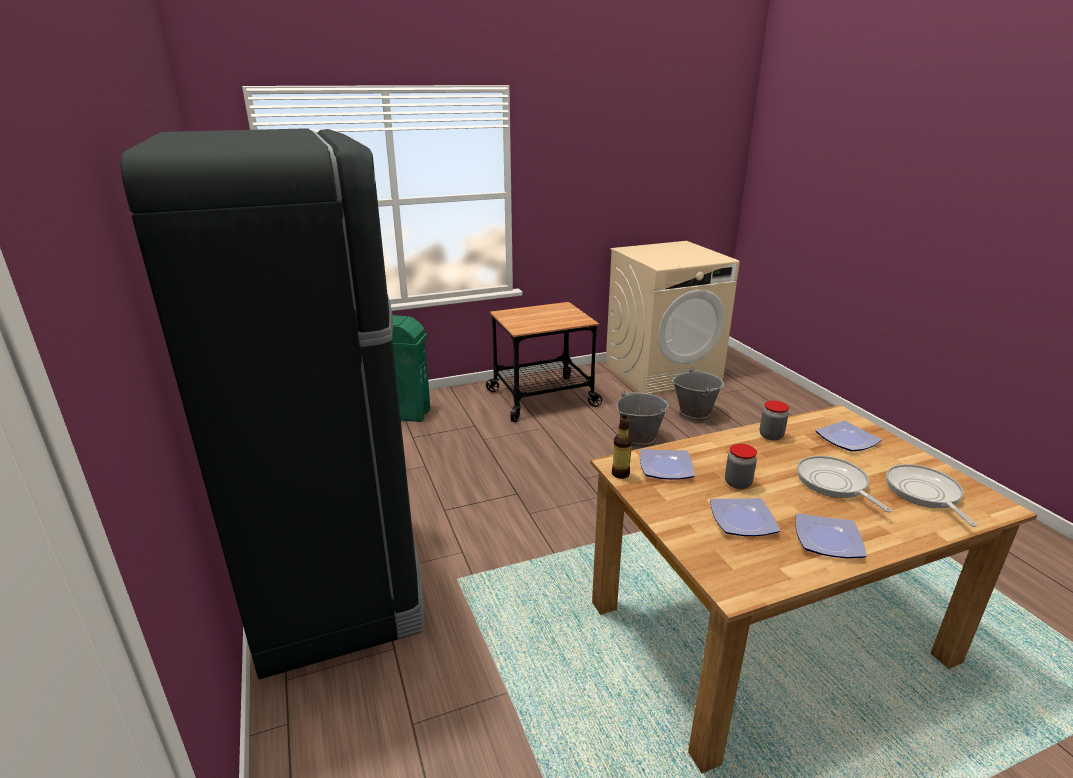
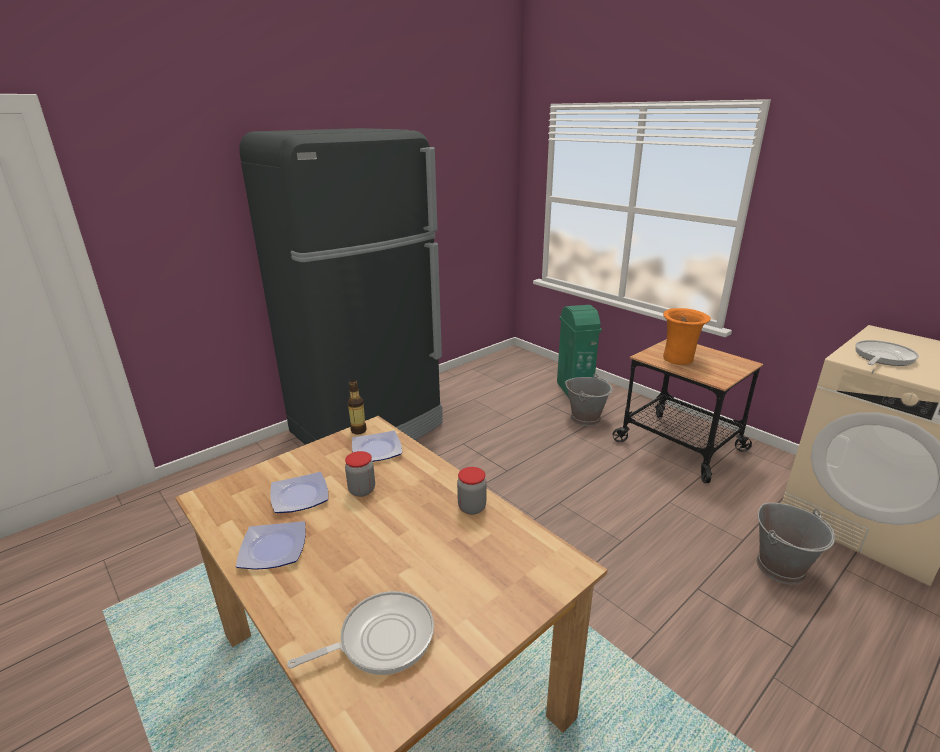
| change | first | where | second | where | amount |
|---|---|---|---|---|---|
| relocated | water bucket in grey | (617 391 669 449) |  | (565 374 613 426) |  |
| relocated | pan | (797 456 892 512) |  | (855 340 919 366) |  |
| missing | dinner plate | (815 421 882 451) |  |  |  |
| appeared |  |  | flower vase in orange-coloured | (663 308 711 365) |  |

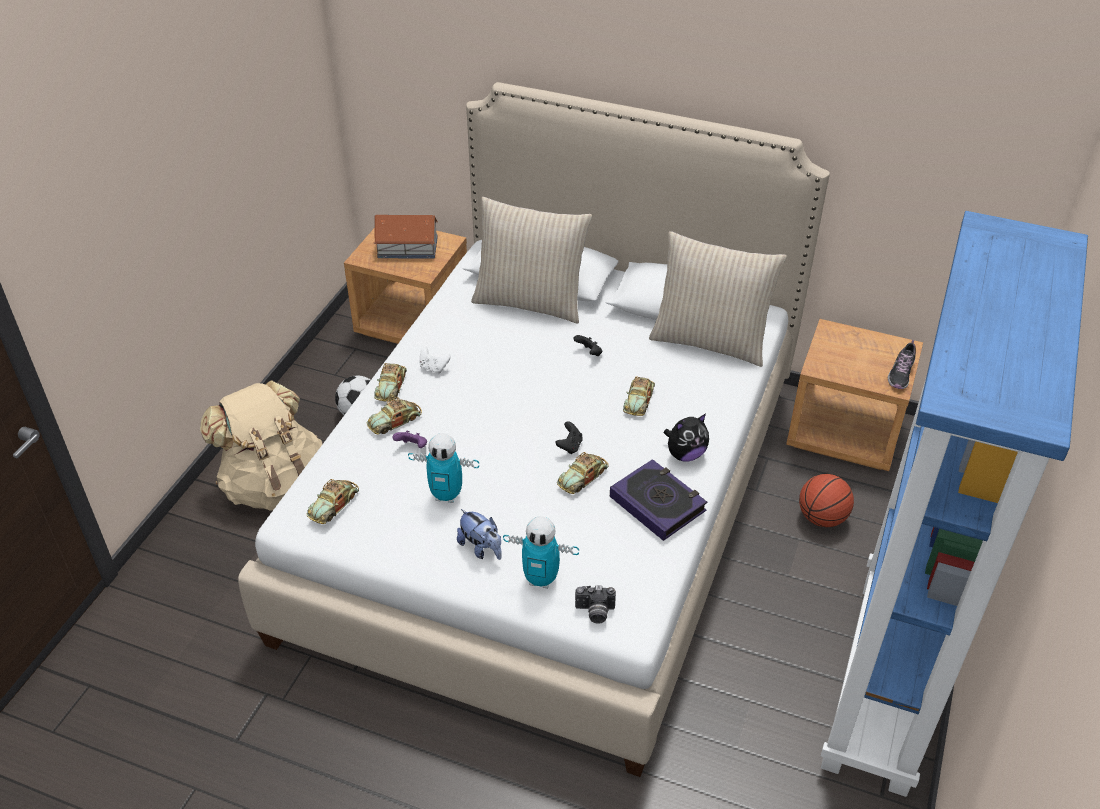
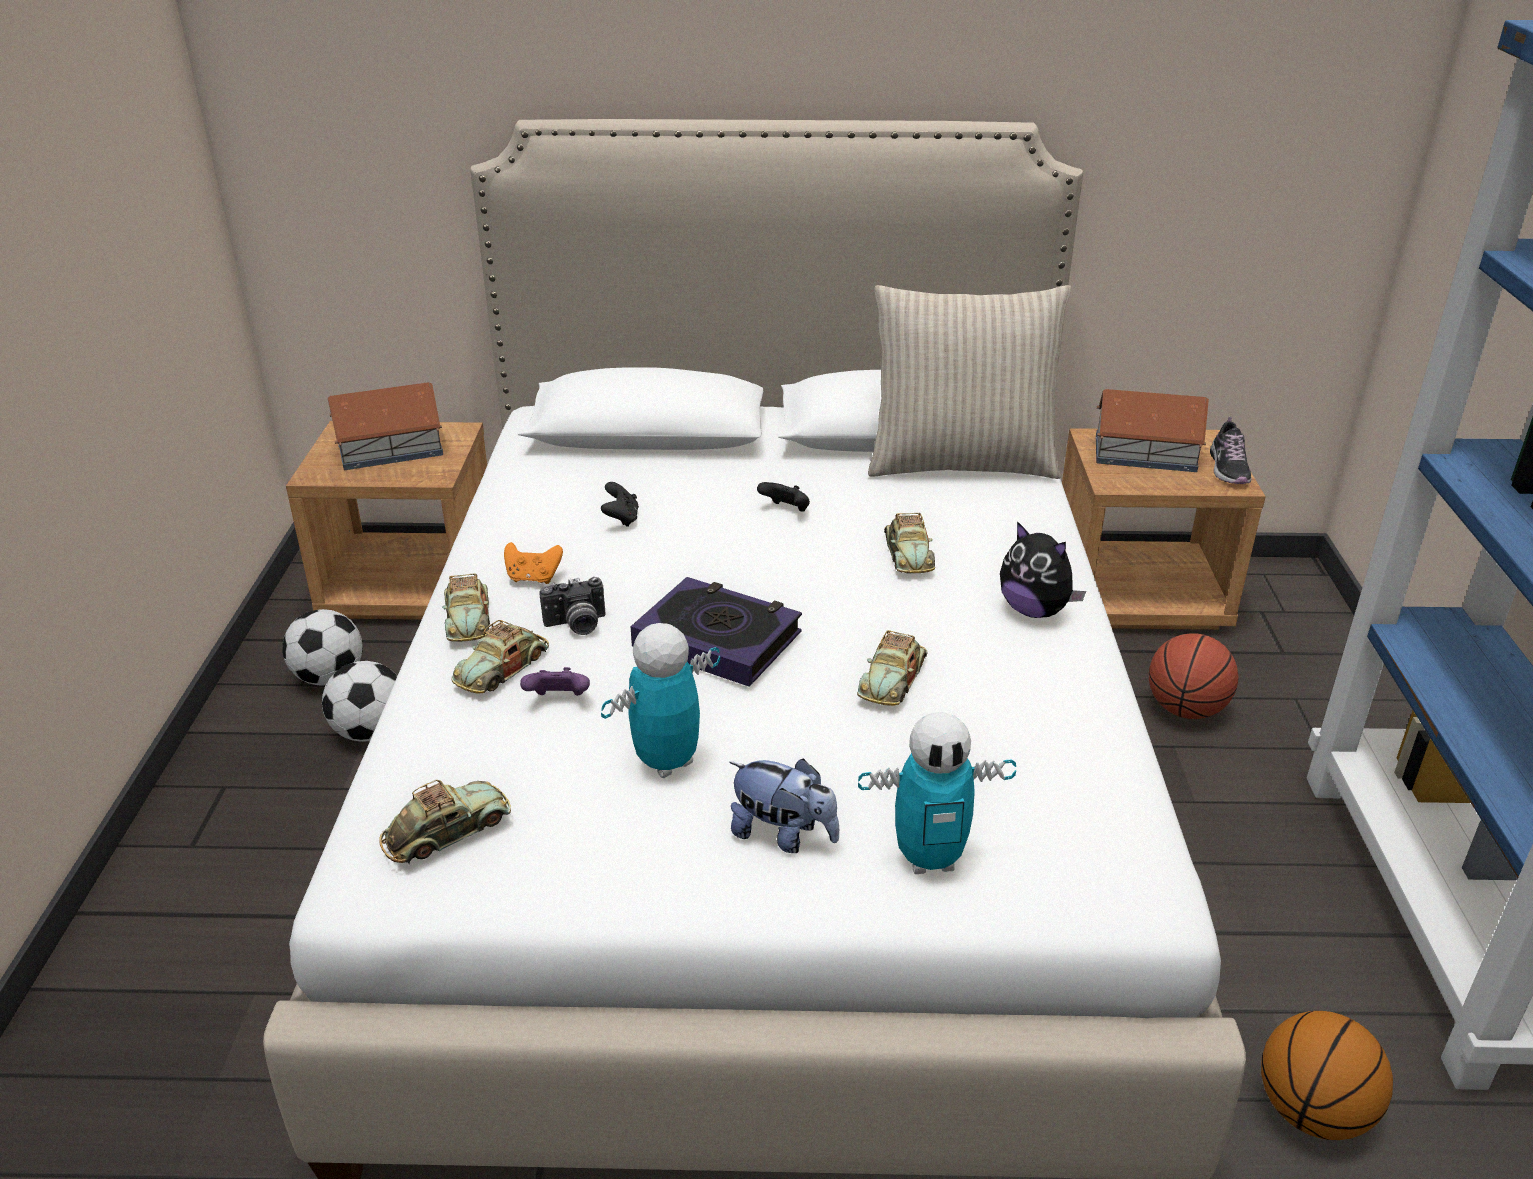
| change | first | where | second | where | amount |
|---|---|---|---|---|---|
| missing | backpack in beige | (200 380 322 511) |  |  |  |
| spun | toy car | (307 479 359 524) |  | (379 780 511 864) | 135 degrees counterclockwise |
| spun | model robot | (408 433 479 503) |  | (601 623 720 778) | 150 degrees clockwise |
| colour | joypad in white-coloured | (420 347 450 374) | joypad in orange-coloured | (504 542 563 584) |  |
| missing | cushion in beige | (471 197 592 324) |  |  |  |
| relocated | joypad in blackish | (555 421 583 454) |  | (601 482 639 527) |  |
| relocated | photo camera | (575 585 616 624) |  | (540 577 606 635) |  |
| relocated | volume | (610 459 707 541) |  | (630 577 802 687) |  |
| spun | plush toy | (664 414 709 462) |  | (1000 521 1086 618) | 90 degrees clockwise |
| appeared |  |  | ball for football | (282 609 363 686) |  |
| appeared |  |  | toy house | (1096 389 1209 472) |  |
| appeared |  |  | basketball | (1261 1011 1393 1140) |  |

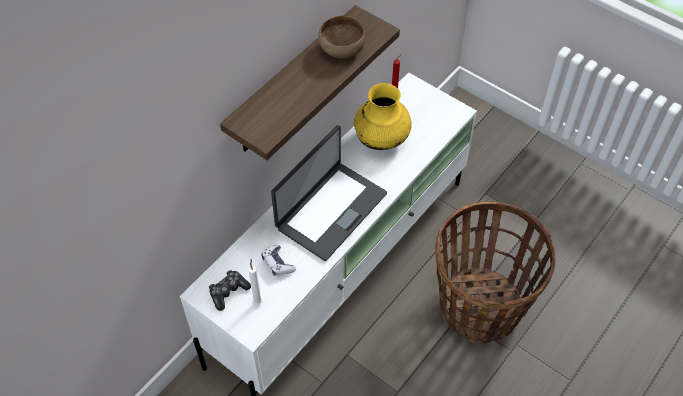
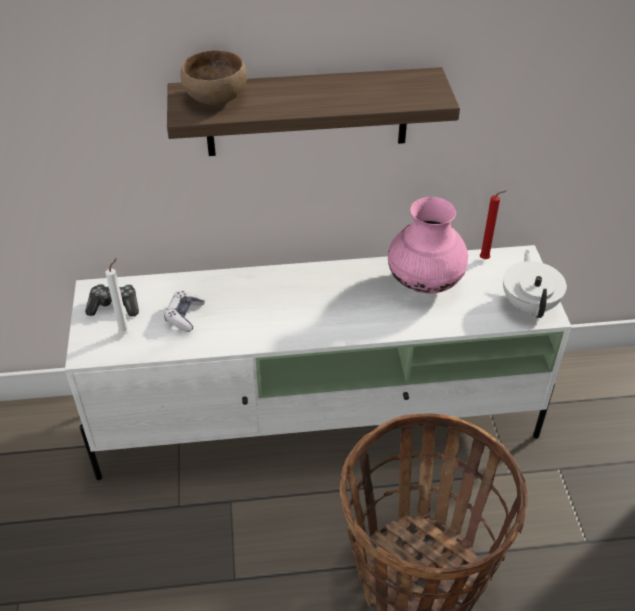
| change | first | where | second | where | amount |
|---|---|---|---|---|---|
| missing | portable computer | (271 125 387 261) |  |  |  |
| relocated | deep dish in brownish | (318 16 366 59) |  | (181 50 247 105) |  |
| colour | flower vase in yellow | (354 83 412 150) | flower vase in pink | (388 197 468 294) |  |
| appeared |  |  | pot for tea in white-coloured | (503 250 567 318) |  |

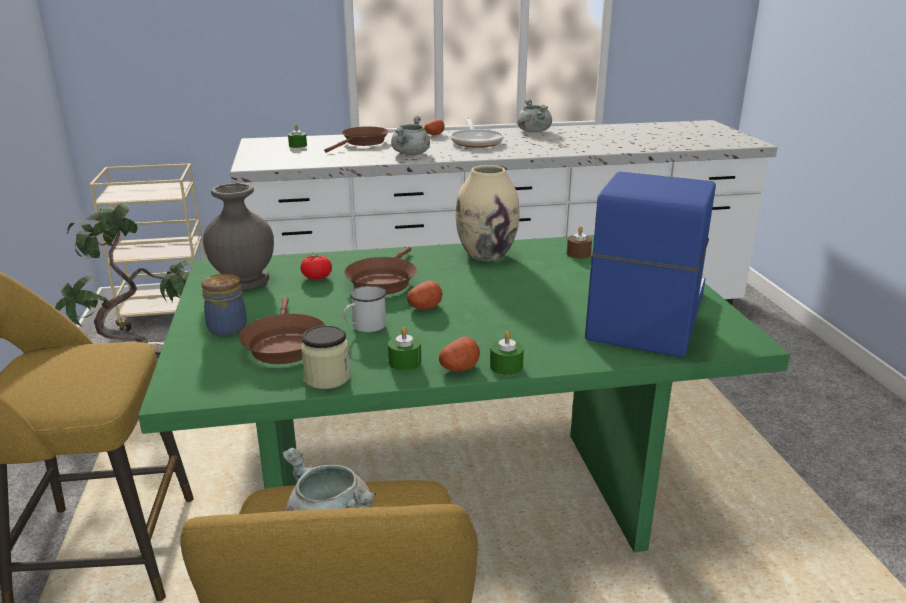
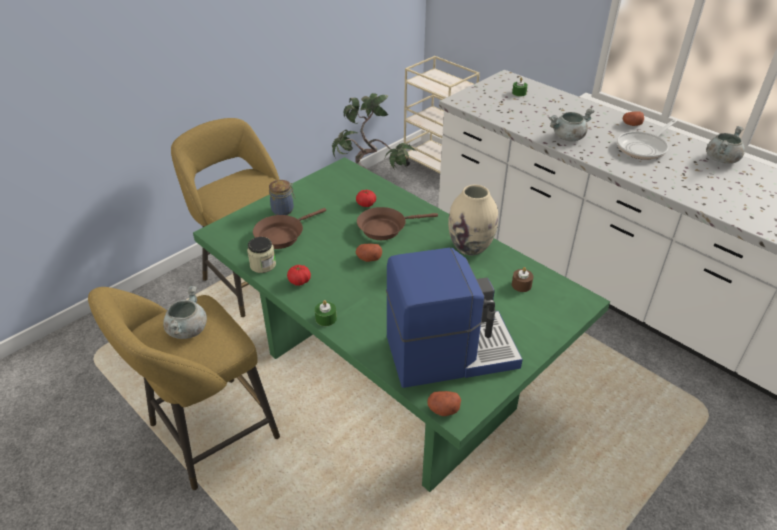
| change | first | where | second | where | amount |
|---|---|---|---|---|---|
| missing | flower vase in grey | (203 183 274 290) |  |  |  |
| missing | pan in brownish | (324 127 389 153) |  |  |  |
| missing | tea mug in white-coloured | (343 286 386 332) |  |  |  |
| exchanged | wax light in green | (388 327 421 370) | fresh tomato | (287 265 311 286) |  |
| relocated | whole potato | (439 337 480 371) |  | (427 391 461 416) |  |

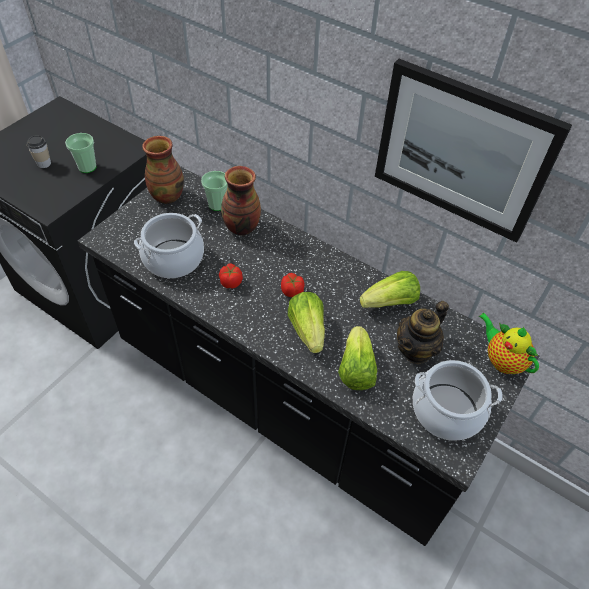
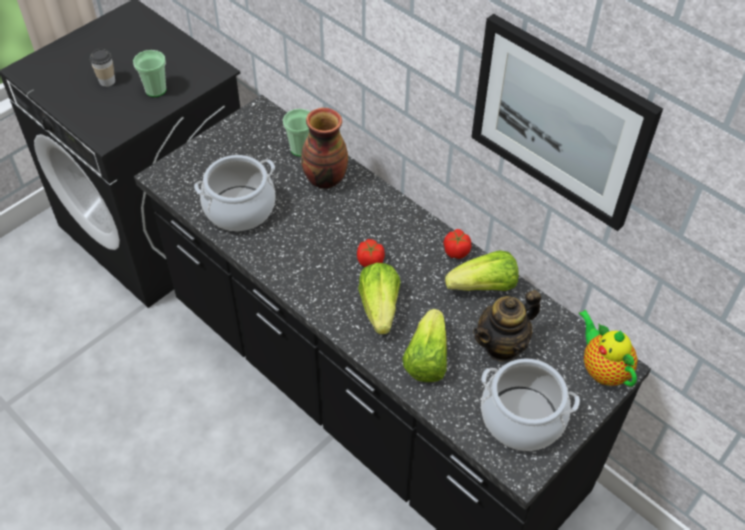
| change | first | where | second | where | amount |
|---|---|---|---|---|---|
| missing | flower vase | (142 136 184 204) |  |  |  |
| relocated | fresh tomato | (219 263 243 289) |  | (444 229 471 259) |  |

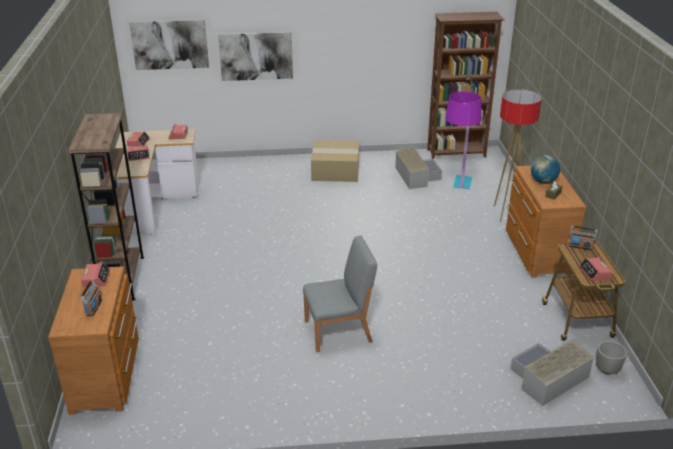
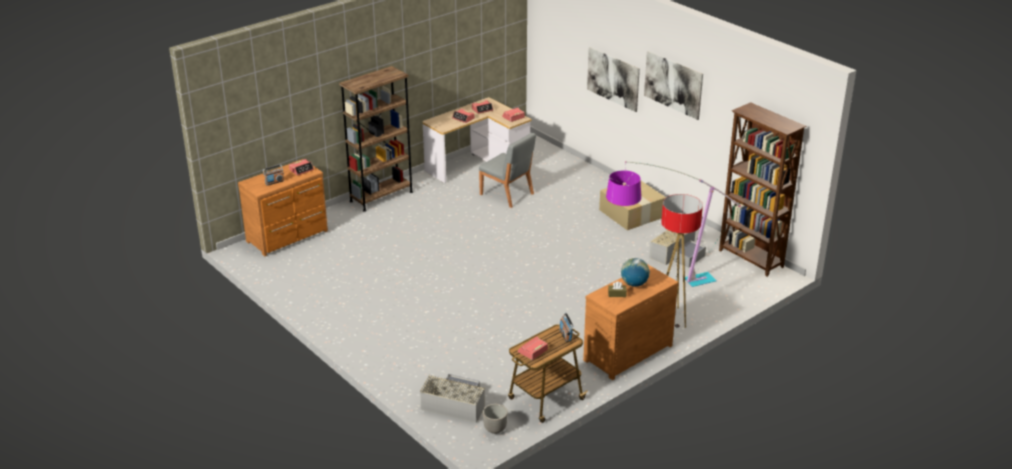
| change | first | where | second | where | amount |
|---|---|---|---|---|---|
| relocated | wall art | (129 20 209 70) |  | (644 51 703 120) |  |
| relocated | upright chair in grey | (303 235 377 352) |  | (479 133 536 208) |  |

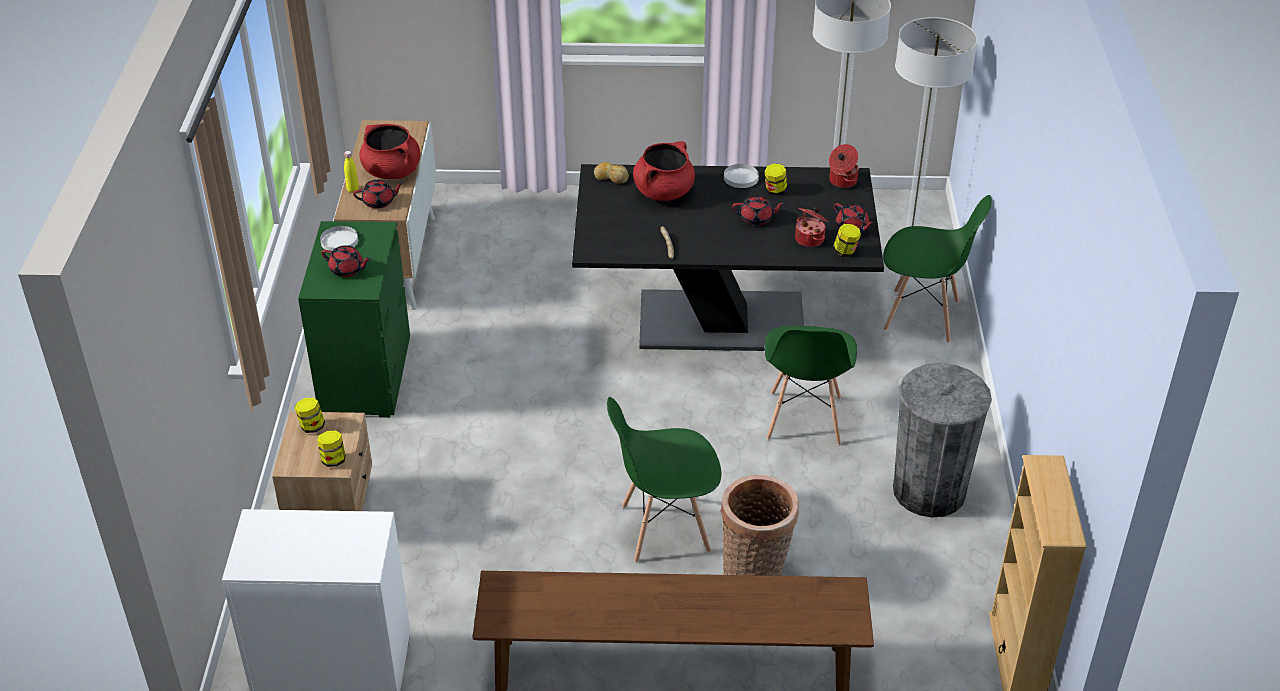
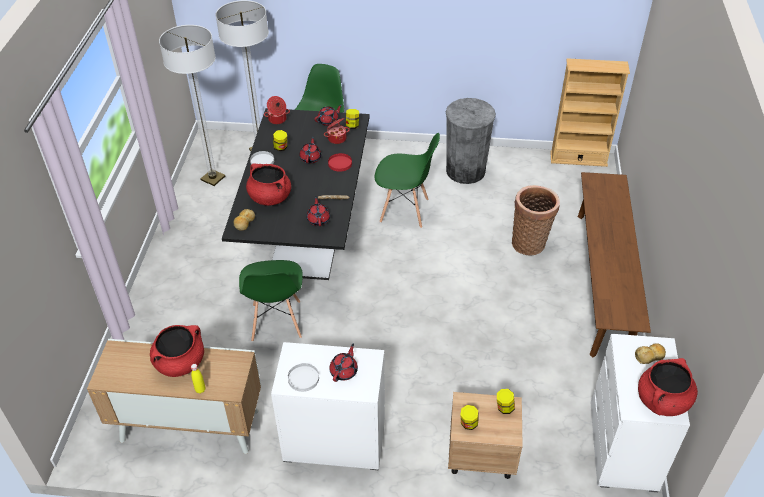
| change | first | where | second | where | amount |
|---|---|---|---|---|---|
| colour | drawer chest in green | (298 221 410 418) | drawer chest in white-coloured | (271 342 385 470) |  |
| relocated | pot for tea in red-coloured | (353 180 404 209) |  | (307 196 330 226) |  |
| relocated | upright chair in green | (607 397 721 563) |  | (239 260 303 342) |  |
| appeared |  |  | dinner plate in red-coloured | (328 153 352 172) |  |
| appeared |  |  | bakery bread | (635 343 666 364) |  |
| appeared |  |  | cooking pot in red-coloured | (638 358 698 416) |  |

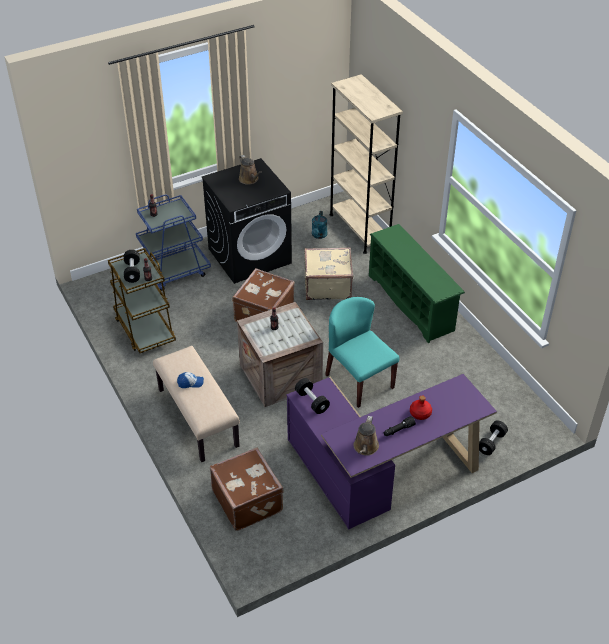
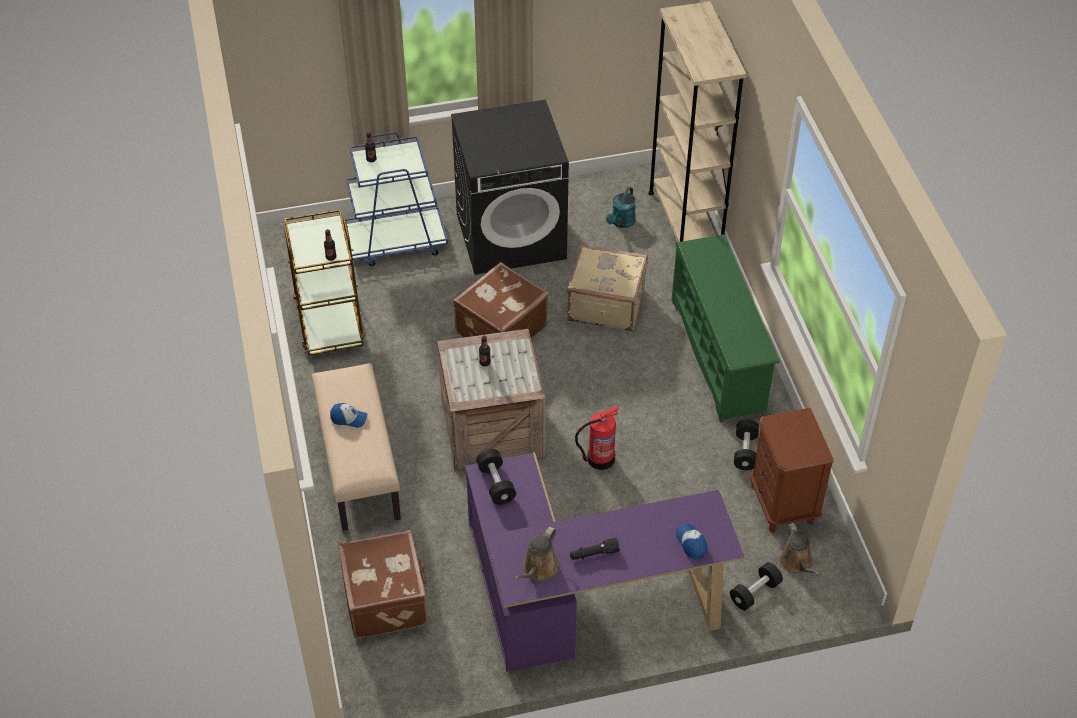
| change | first | where | second | where | amount |
|---|---|---|---|---|---|
| relocated | hand weight in blackish | (124 250 140 283) |  | (734 419 759 470) |  |
| relocated | sprinkling can in brownish | (239 155 262 185) |  | (779 523 819 576) |  |
| exchanged | upright chair in blue-green | (325 297 400 408) | extinguisher | (575 405 619 470) |  |
| missing | drink bottle in red-coloured | (410 396 432 420) |  |  |  |
| appeared |  |  | baseball cap | (676 524 708 560) |  |
| appeared |  |  | bedside table in brownish | (750 408 834 533) |  |

